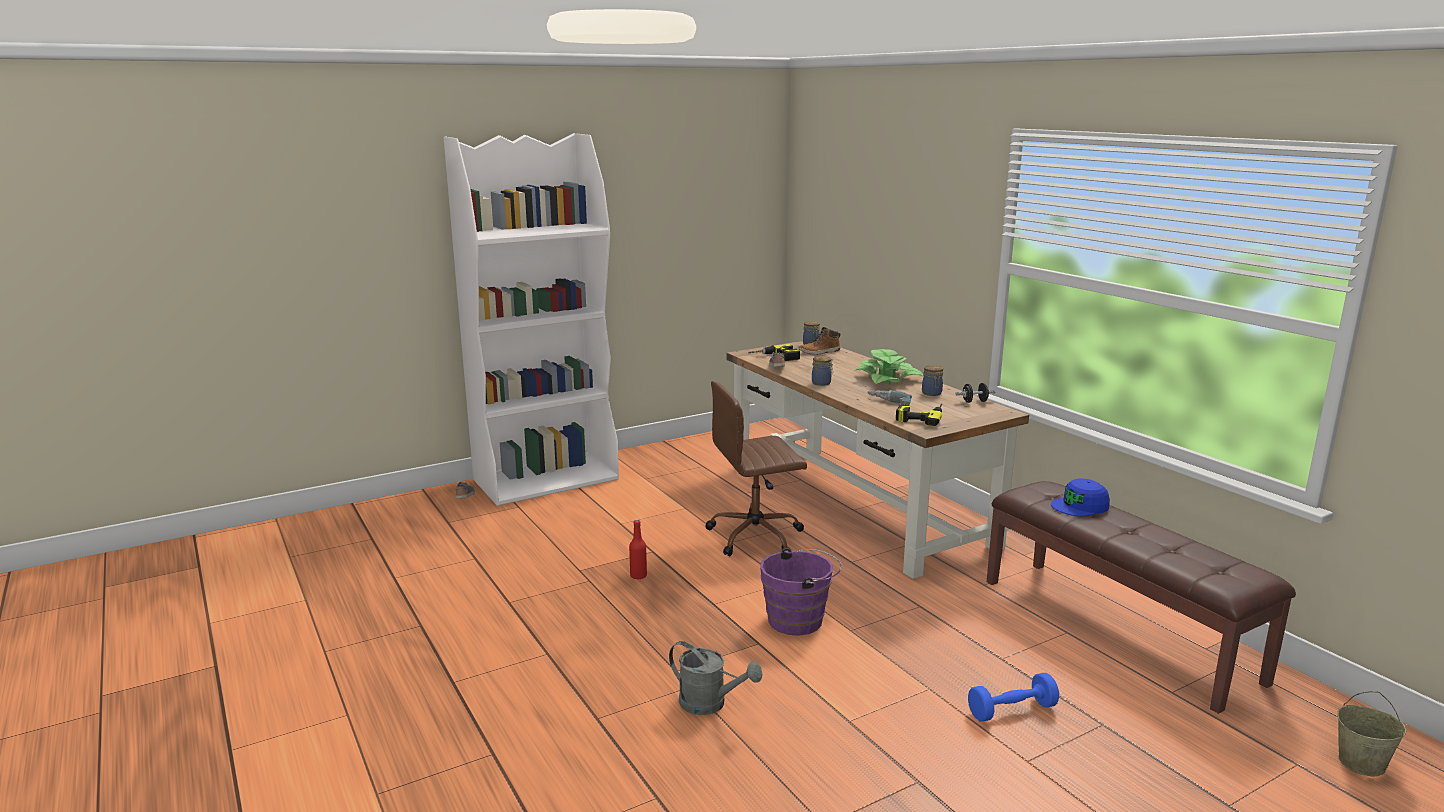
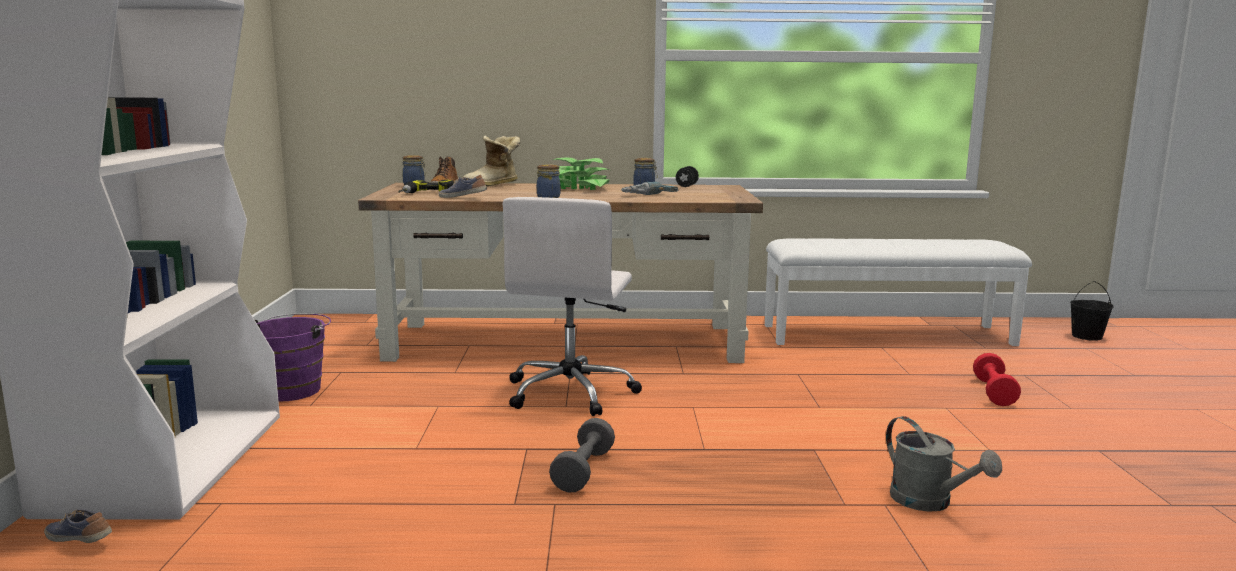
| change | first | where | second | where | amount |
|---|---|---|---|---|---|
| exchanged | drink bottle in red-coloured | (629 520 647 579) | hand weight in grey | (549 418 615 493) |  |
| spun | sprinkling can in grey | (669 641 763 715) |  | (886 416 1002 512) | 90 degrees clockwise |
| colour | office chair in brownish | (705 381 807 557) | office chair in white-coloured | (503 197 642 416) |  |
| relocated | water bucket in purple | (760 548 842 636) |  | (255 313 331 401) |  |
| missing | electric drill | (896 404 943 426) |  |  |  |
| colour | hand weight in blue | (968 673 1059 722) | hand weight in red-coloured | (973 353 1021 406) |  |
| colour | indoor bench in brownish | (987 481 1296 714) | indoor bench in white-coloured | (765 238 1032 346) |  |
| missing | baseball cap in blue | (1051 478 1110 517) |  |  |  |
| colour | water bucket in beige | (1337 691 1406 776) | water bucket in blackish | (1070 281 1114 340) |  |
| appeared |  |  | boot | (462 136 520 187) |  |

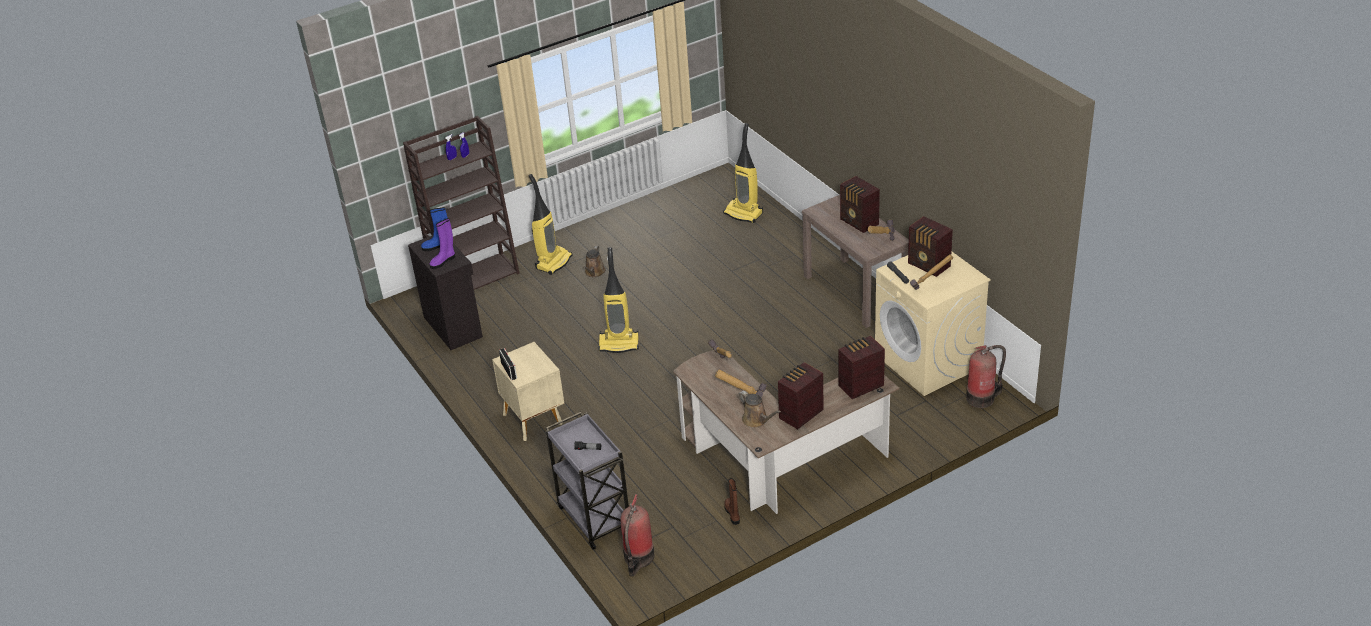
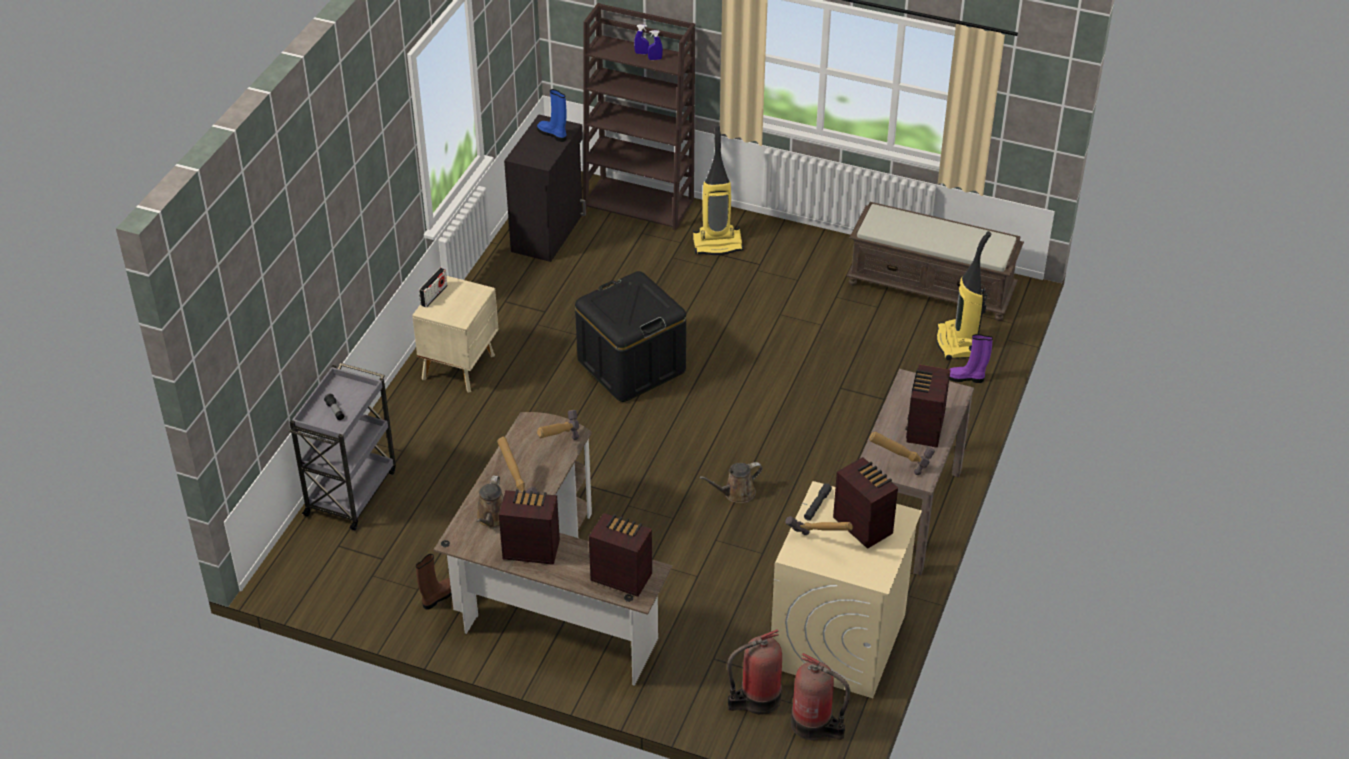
| change | first | where | second | where | amount |
|---|---|---|---|---|---|
| relocated | boot in purple | (429 218 455 269) |  | (949 334 993 383) |  |
| relocated | sprinkling can in brownish | (583 246 606 277) |  | (699 462 763 503) |  |
| exchanged | hoover | (598 247 639 353) | storage container in blackish | (575 271 686 402) |  |
| relocated | extinguisher | (620 494 654 576) |  | (727 629 782 715) |  |
| spun | radio receiver | (908 216 953 277) |  | (833 457 898 549) | 135 degrees clockwise |
| appeared |  |  | indoor bench in brownish | (847 202 1024 321) |  |

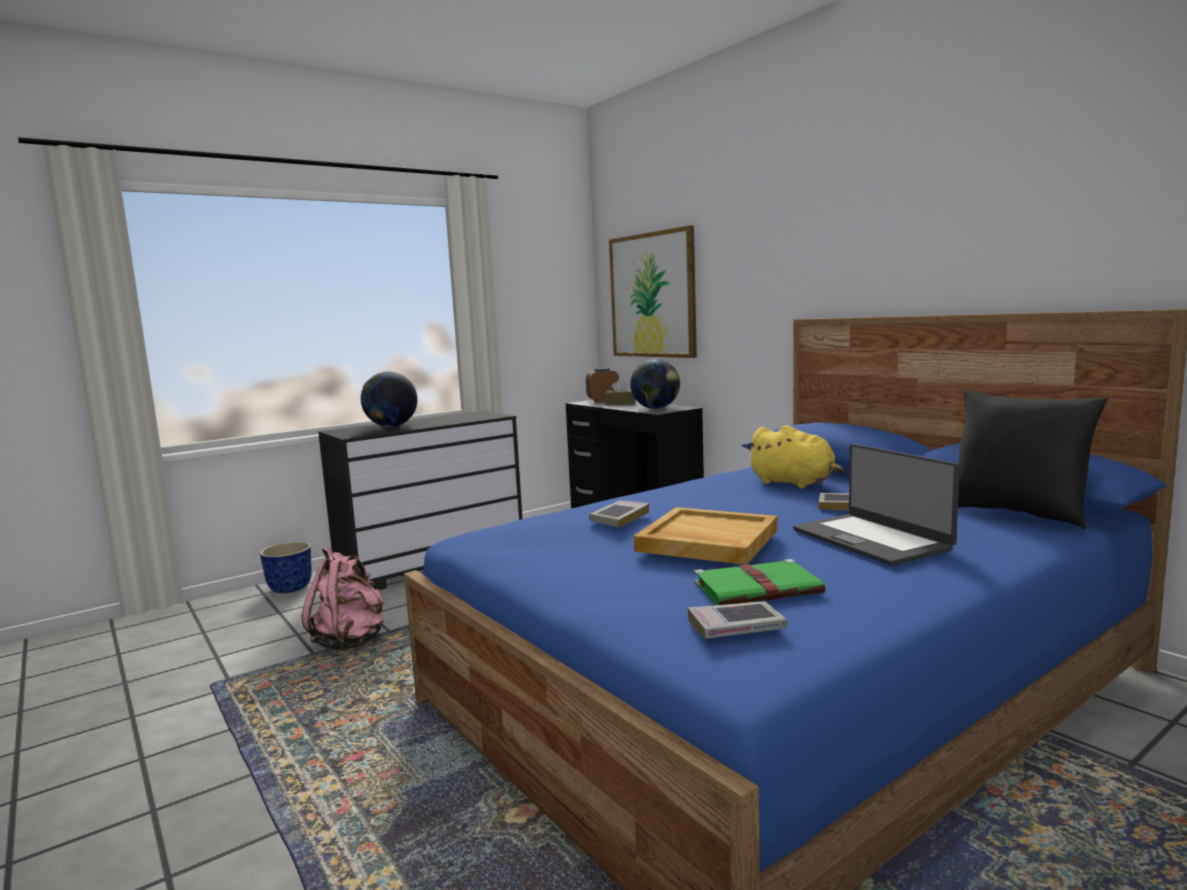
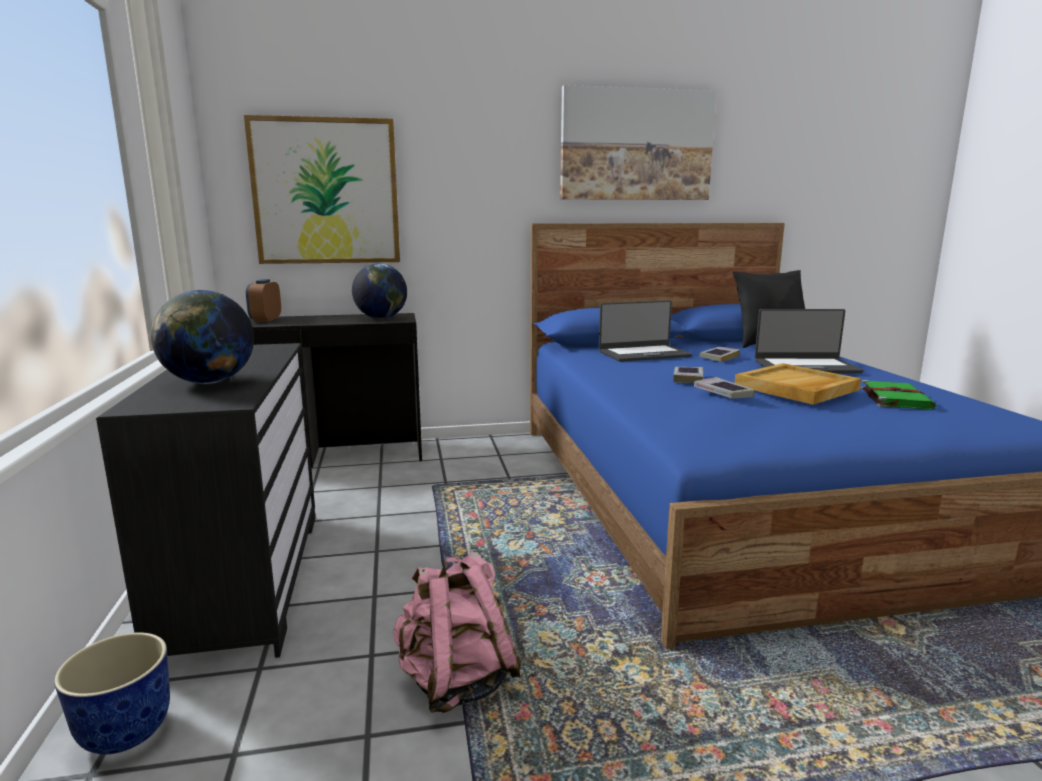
| change | first | where | second | where | amount |
|---|---|---|---|---|---|
| missing | box of tissues in brownish | (605 379 635 405) |  |  |  |
| relocated | volume | (688 601 787 639) |  | (673 367 703 383) |  |
| exchanged | plush toy in yellow | (746 425 844 488) | portable computer | (599 300 692 362) |  |
| appeared |  |  | wall art | (560 85 717 200) |  |

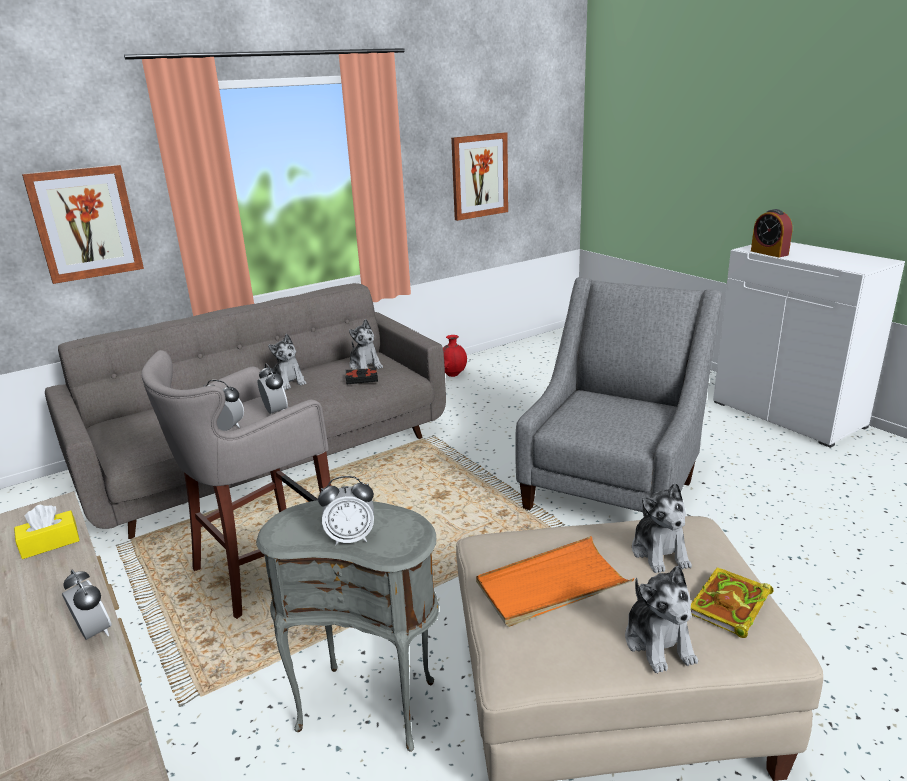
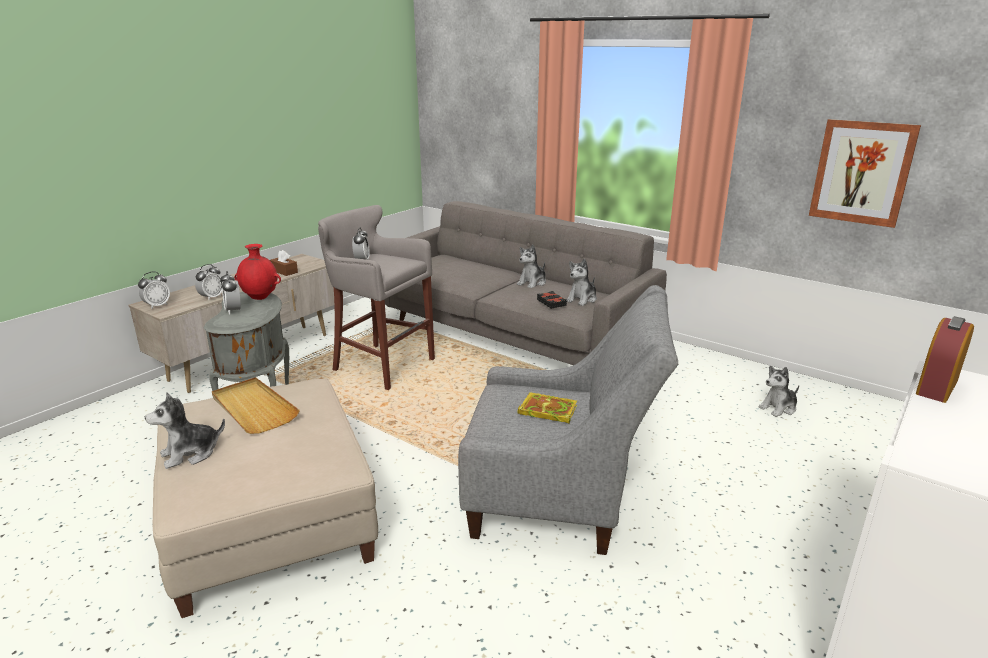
| change | first | where | second | where | amount |
|---|---|---|---|---|---|
| colour | box of tissues in yellow | (14 505 80 559) | box of tissues in brownish | (270 250 298 276) |  |
| missing | wall art | (22 165 144 284) |  |  |  |
| relocated | alarm clock | (258 364 288 414) |  | (138 271 170 309) |  |
| relocated | flower vase in red-coloured | (443 335 467 377) |  | (234 244 281 300) |  |
| colour | carrying tray in orange-coloured | (476 536 634 627) | carrying tray in beige | (212 377 300 434) |  |
| relocated | plush toy | (632 483 692 573) |  | (759 365 799 417) |  |
| relocated | volume | (691 567 773 638) |  | (517 392 577 424) |  |

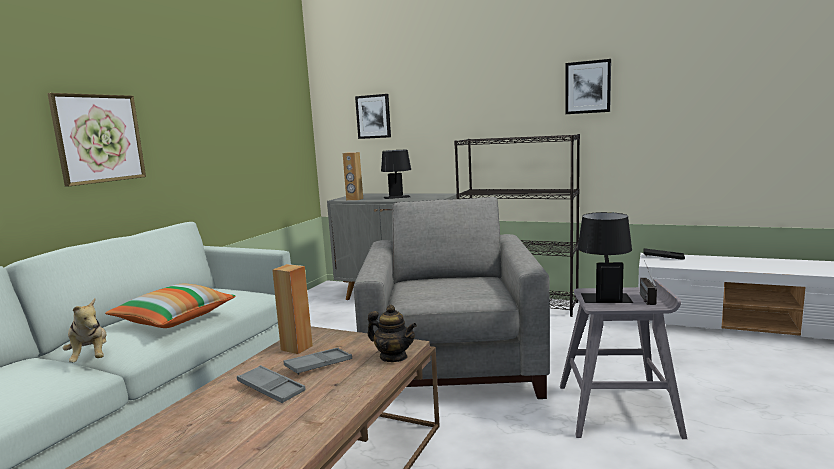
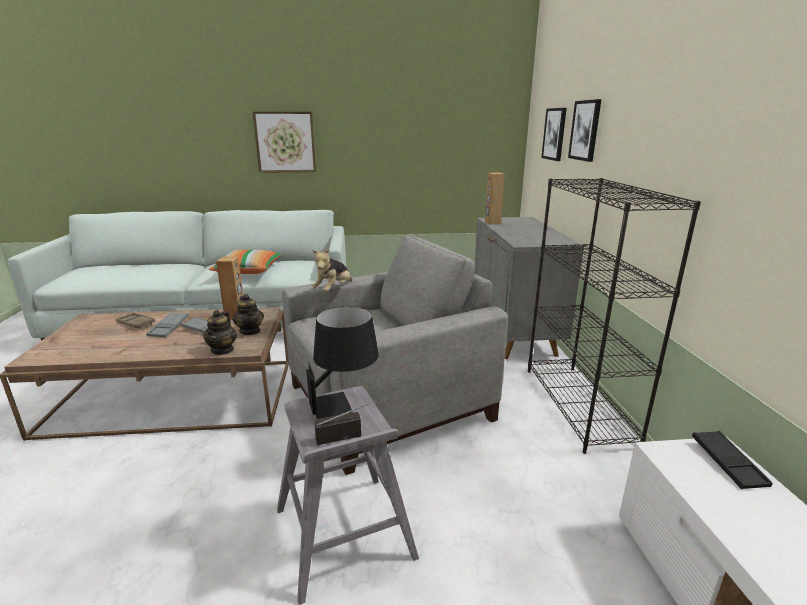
| change | first | where | second | where | amount |
|---|---|---|---|---|---|
| relocated | plush toy | (63 298 106 363) |  | (312 248 352 292) |  |
| missing | tabletop lamp in blackish | (381 150 411 199) |  |  |  |
| relocated | wall art | (565 59 611 114) |  | (568 99 601 162) |  |
| appeared |  |  | carrying tray in brownish | (116 313 155 329) |  |
| appeared |  |  | pot for tea | (233 294 264 335) |  |

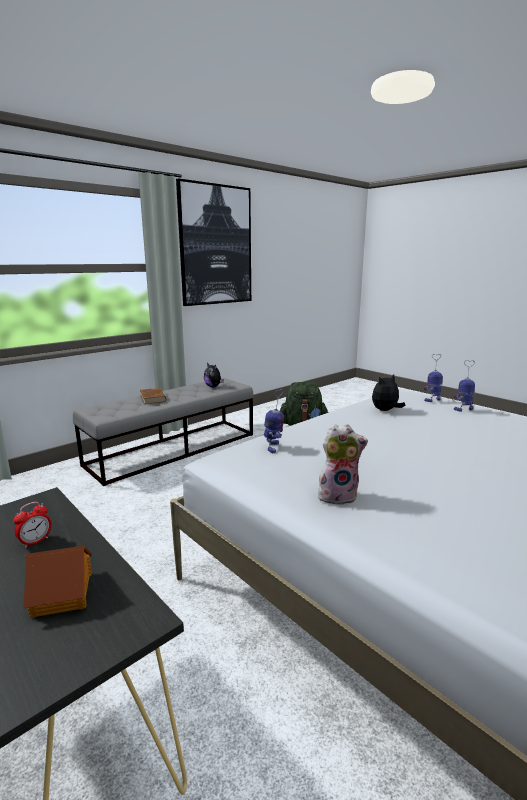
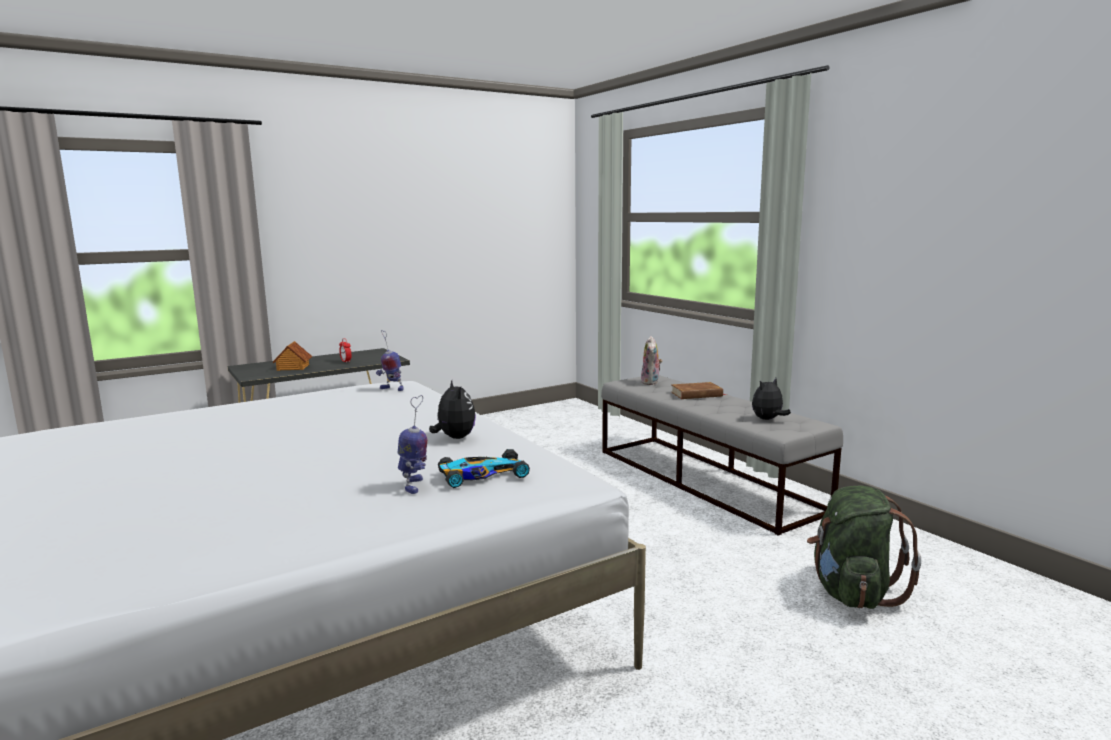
| change | first | where | second | where | amount |
|---|---|---|---|---|---|
| missing | wall art | (176 178 251 306) |  |  |  |
| relocated | plush toy | (318 424 368 505) |  | (641 336 663 385) |  |
| exchanged | model robot | (424 354 443 402) | toy car | (438 449 530 488) |  |

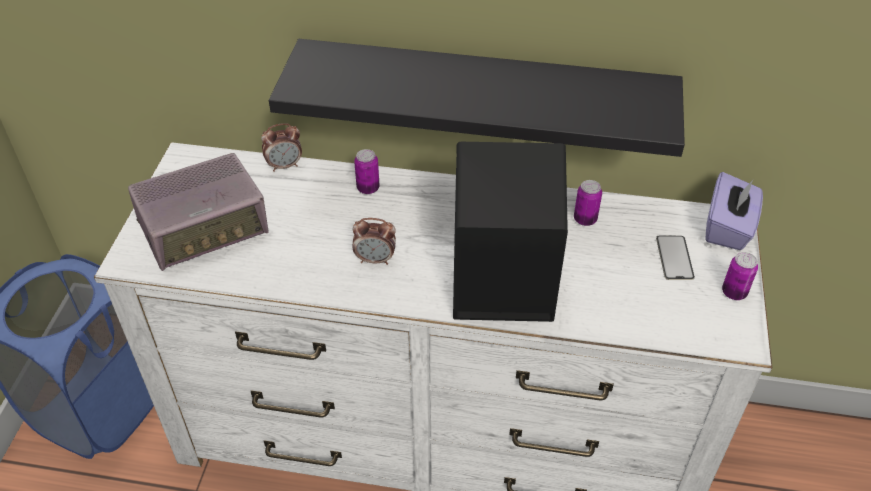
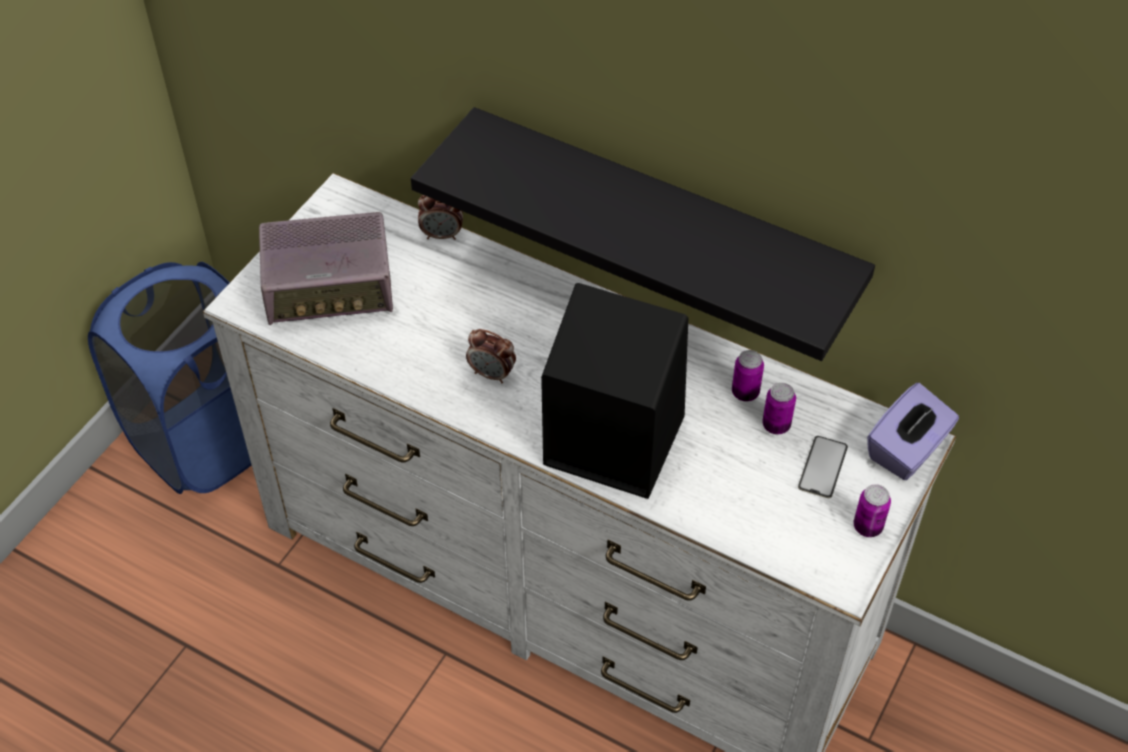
| change | first | where | second | where | amount |
|---|---|---|---|---|---|
| relocated | metal can | (354 149 380 194) |  | (762 383 796 435) |  |

